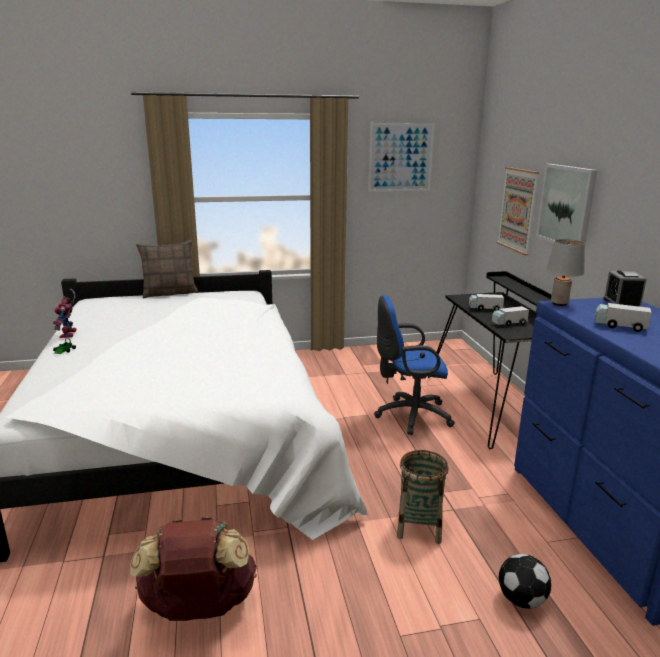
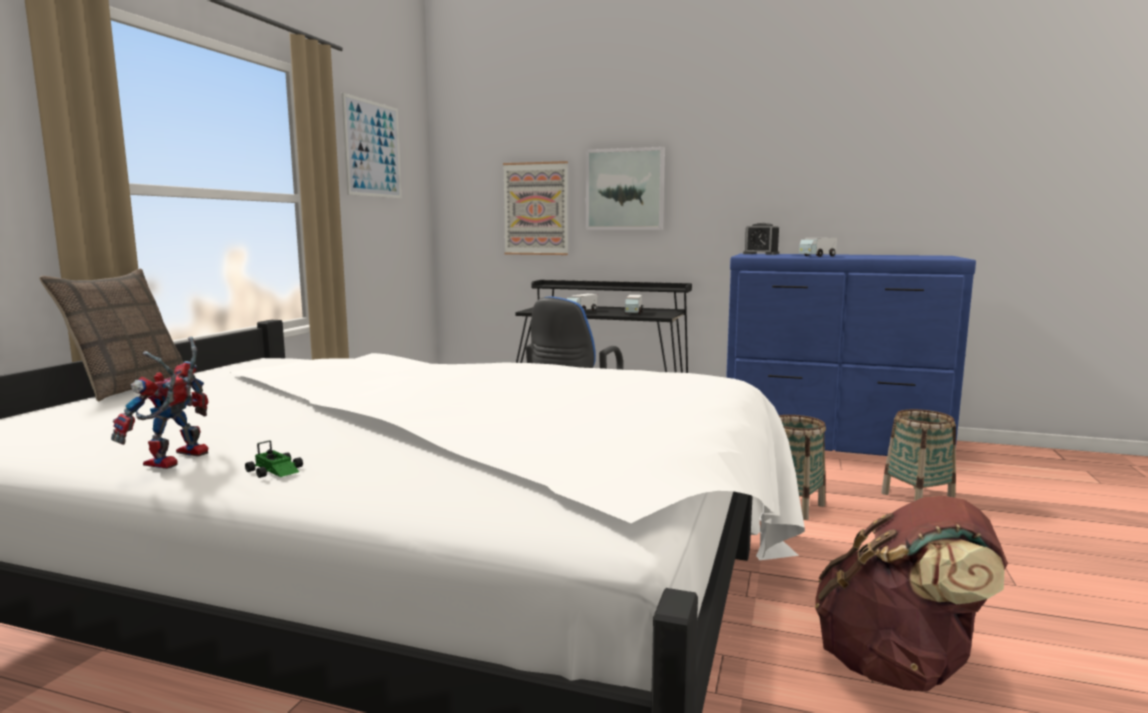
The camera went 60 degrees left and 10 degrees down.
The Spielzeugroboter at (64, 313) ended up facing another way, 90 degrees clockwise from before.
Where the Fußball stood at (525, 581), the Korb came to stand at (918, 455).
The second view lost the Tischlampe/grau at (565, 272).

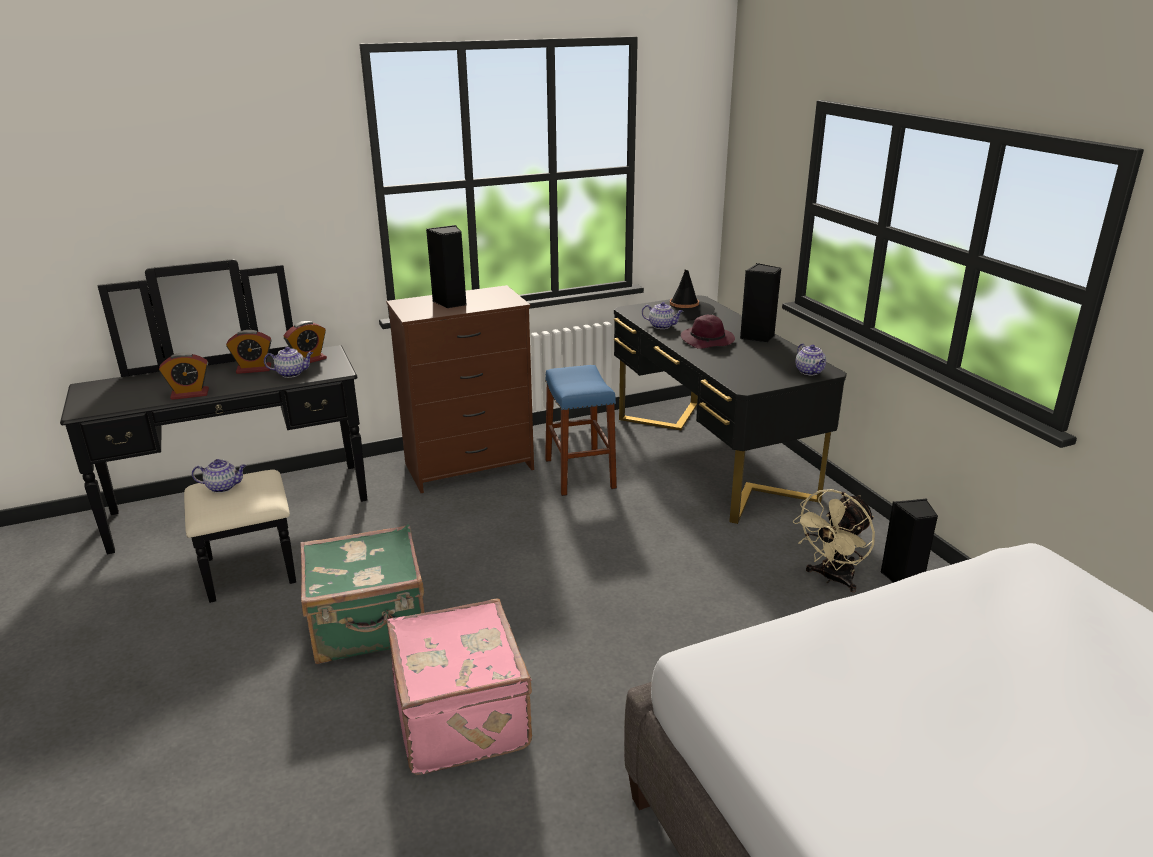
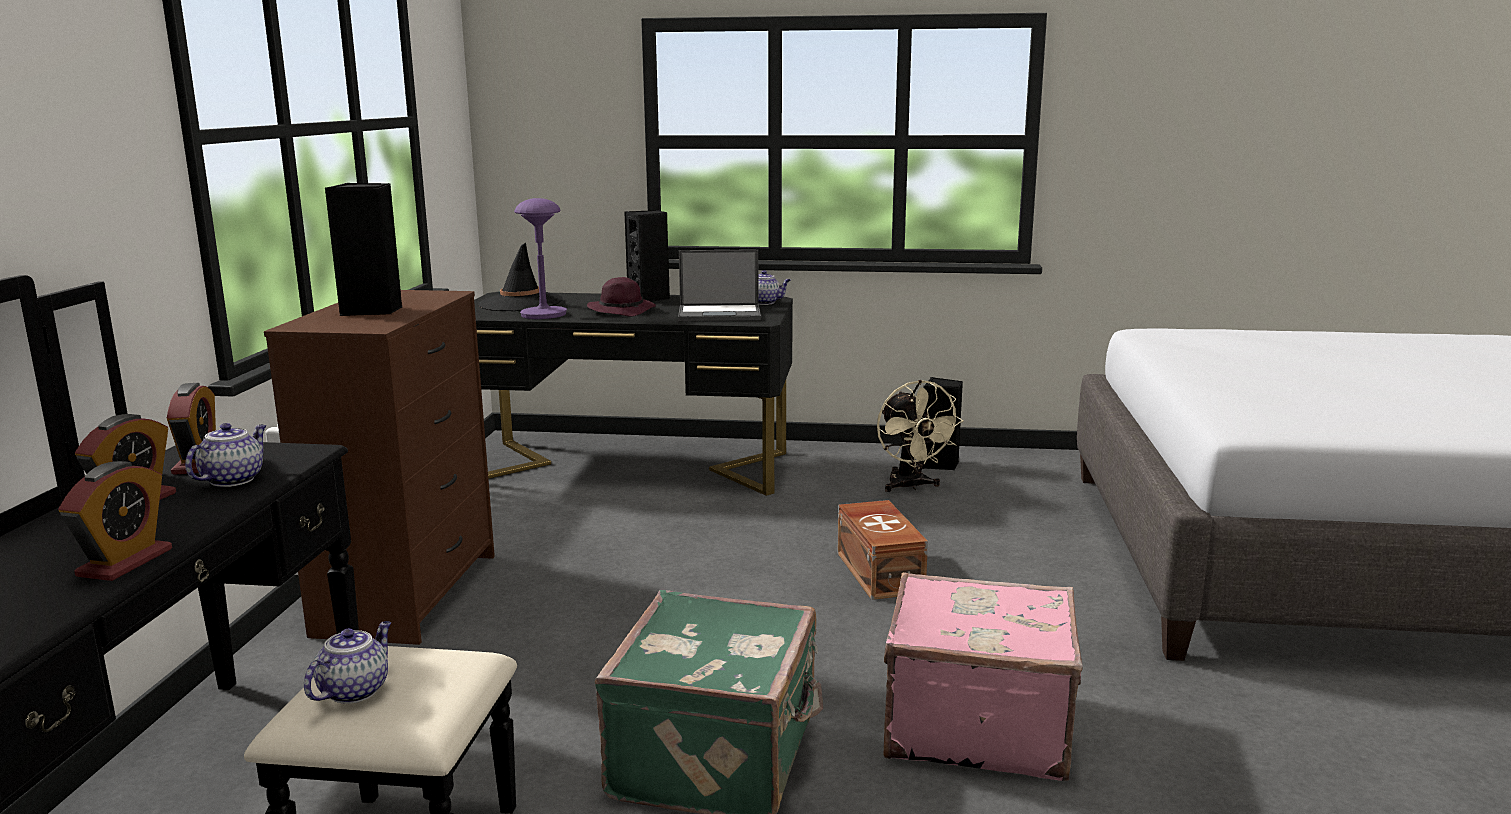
The camera went 60 degrees left and 10 degrees down.
The second view lost the Hocker/blau at (581, 430).
Where the Teekanne stood at (662, 315), the Tischlampe/lila came to stand at (540, 258).
The second view gained the Laptop at (719, 285).
The second view gained the Aufbewahrungsbox/braun at (882, 550).

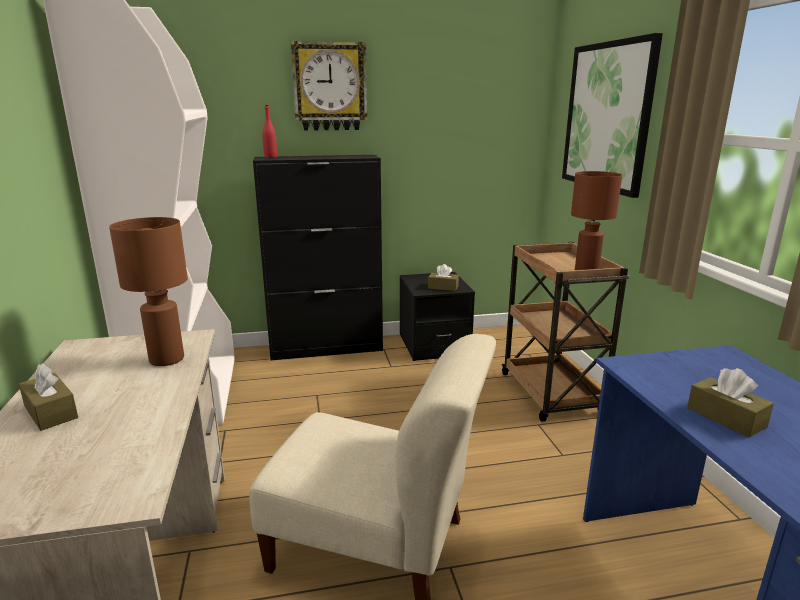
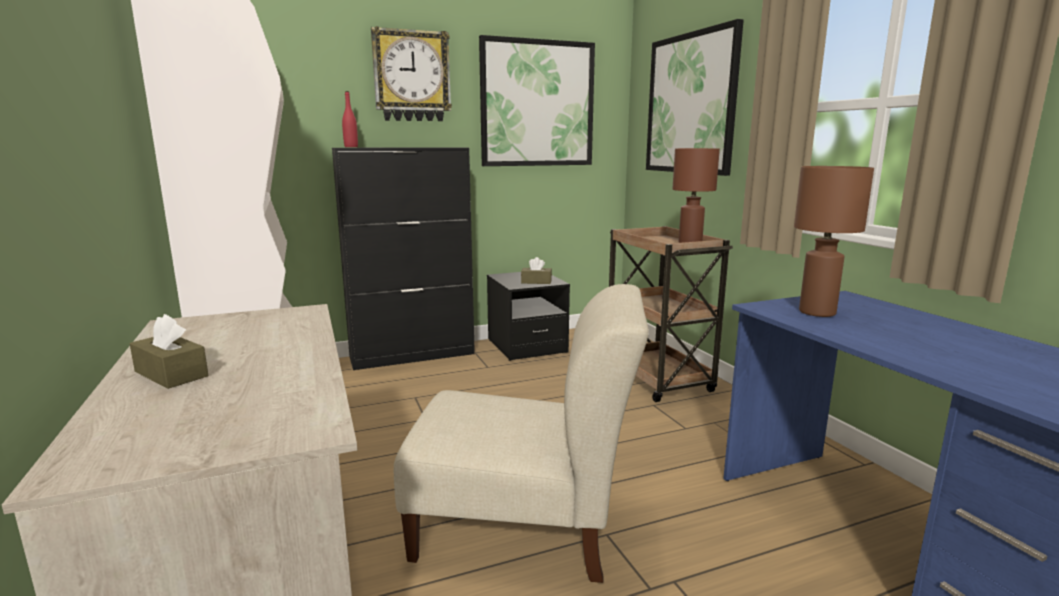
The camera went 10 degrees left and 5 degrees down.
The Tischlampe/braun ended up elsewhere, having gone from (148, 291) to (834, 241).
The second view lost the Taschentuchbox/braun at (730, 402).
The second view gained the Bild at (537, 100).

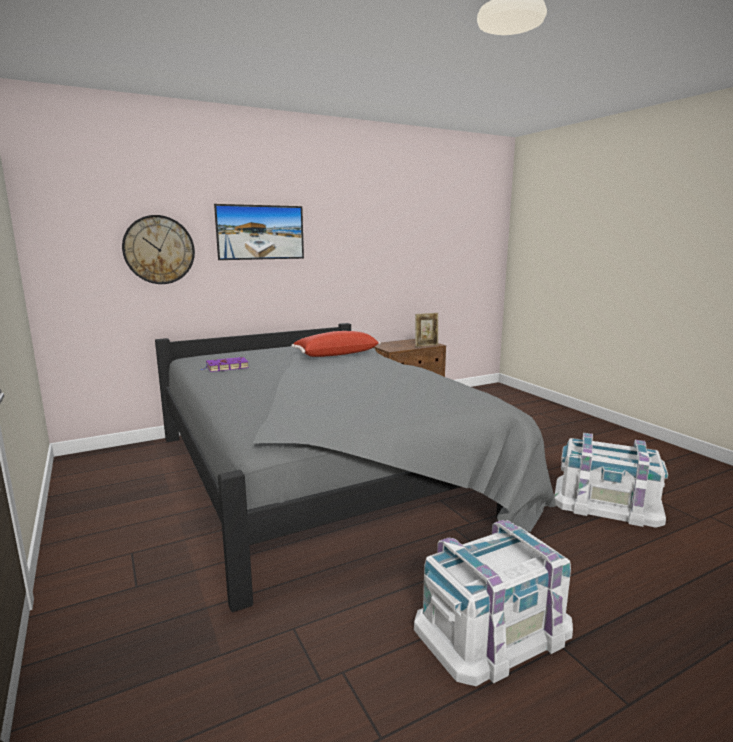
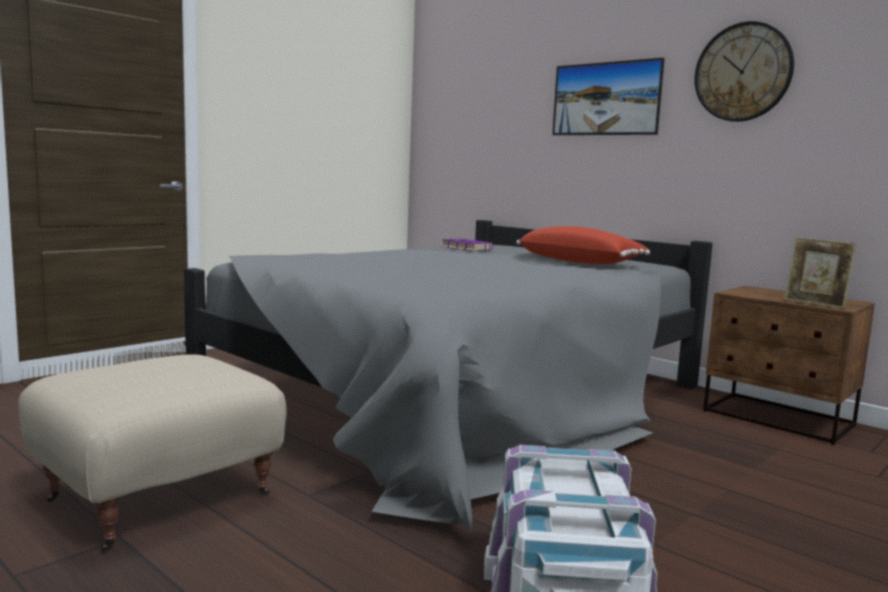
The camera went 70 degrees right and 5 degrees down.
The Wanduhr ended up elsewhere, having gone from (158, 249) to (744, 71).
Where the Aufbewahrungsbox/weiß stood at (493, 603), the Polsterhocker/beige came to stand at (152, 453).

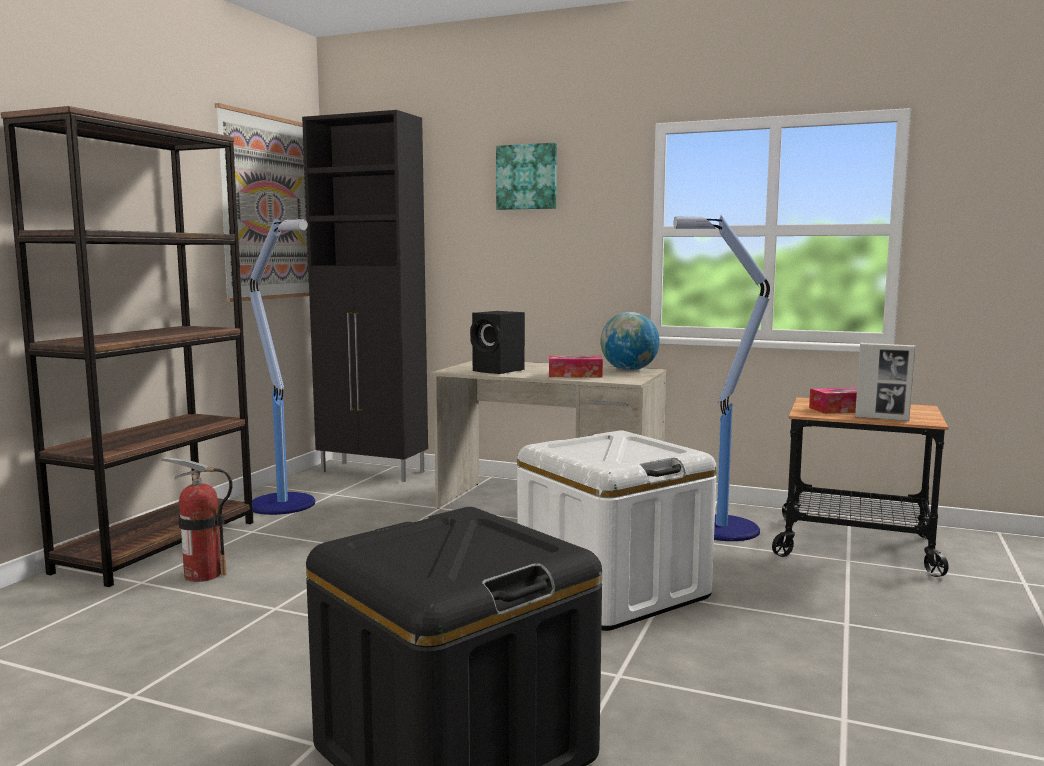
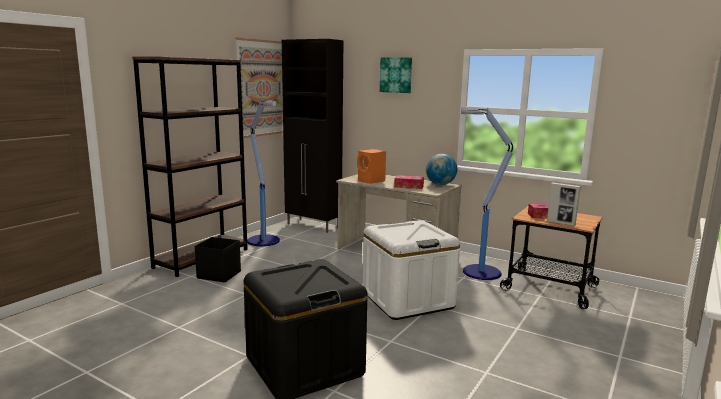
The camera went 10 degrees right and 5 degrees up.
Where the Feuerlöscher stood at (197, 519), the Aufbewahrungsbox/schwarz came to stand at (218, 259).
What was the Lautsprecher/schwarz at (497, 342) turned into the Lautsprecher/orange at (371, 166).

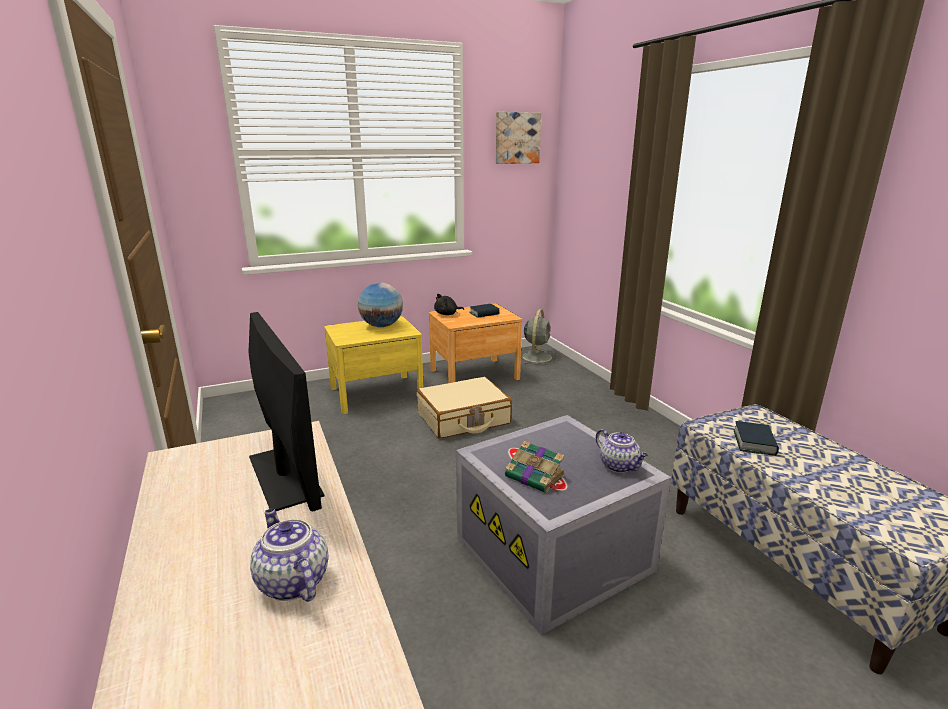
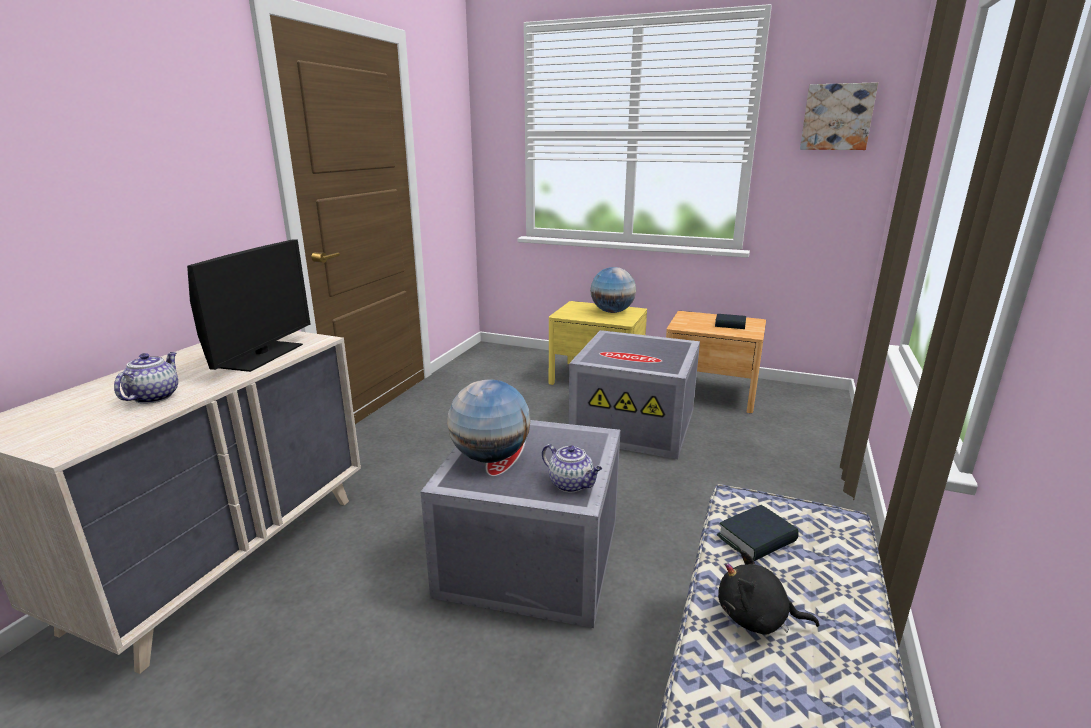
The camera went 45 degrees right and 0 degrees up.
Where the Koffer/beige stood at (464, 408), the Aufbewahrungsbox/grau came to stand at (634, 394).
The Plüschtier/schwarz ended up elsewhere, having gone from (449, 304) to (768, 592).
Where the Buch stood at (535, 466), the Globus came to stand at (489, 421).
The second view lost the Ventilator/grau at (539, 337).
The Teekanne at (622, 451) ended up facing another way, 60 degrees counterclockwise from before.

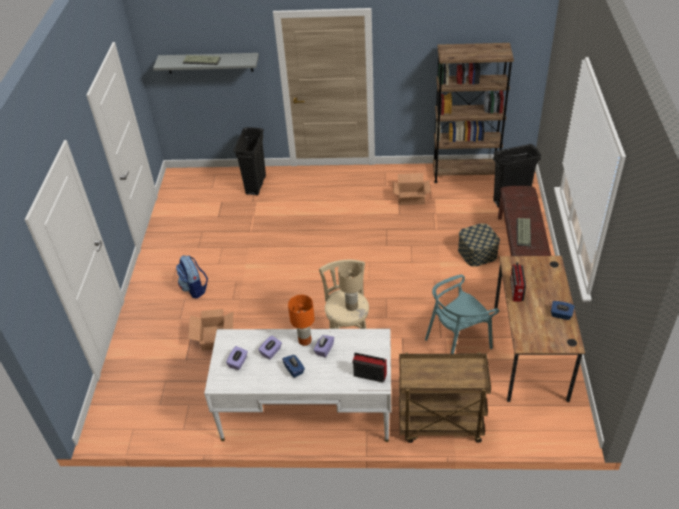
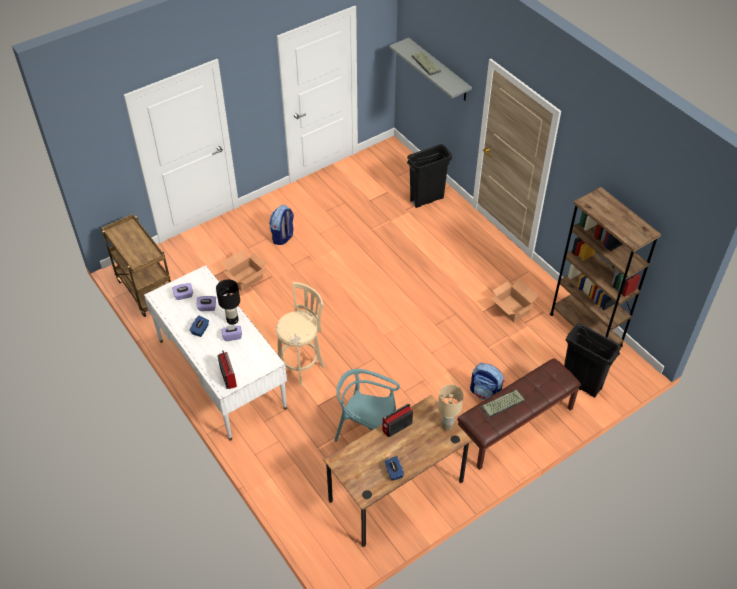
The camera went 50 degrees right and 5 degrees up.
What was the Tischlampe/orange at (301, 320) turned into the Tischlampe/schwarz at (228, 302).
The Tischlampe/beige ended up elsewhere, having gone from (350, 286) to (450, 407).
The Rollwagen/braun ended up elsewhere, having gone from (445, 397) to (136, 265).
Where the Aufbewahrungsbox stood at (479, 245), the Rucksack came to stand at (487, 381).

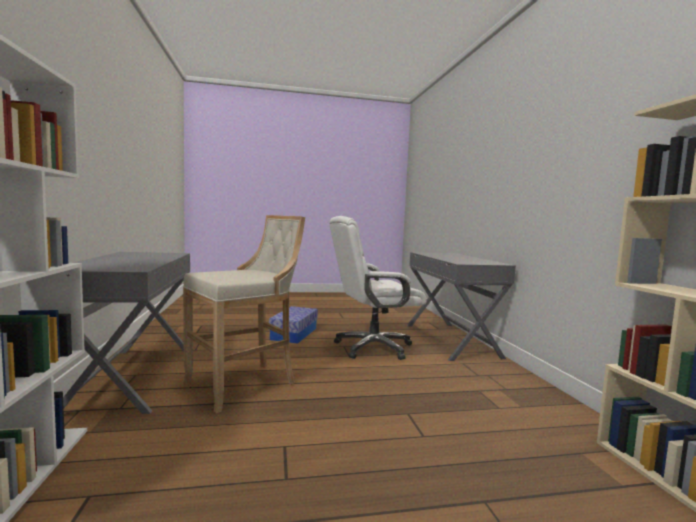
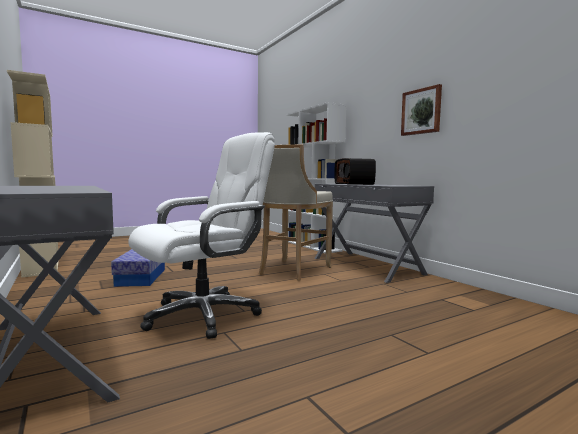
The camera went 160 degrees right and 0 degrees up.
The Aufbewahrungsbox ended up elsewhere, having gone from (293, 325) to (138, 268).
The second view gained the Radio at (355, 171).
The second view gained the Bild at (421, 110).

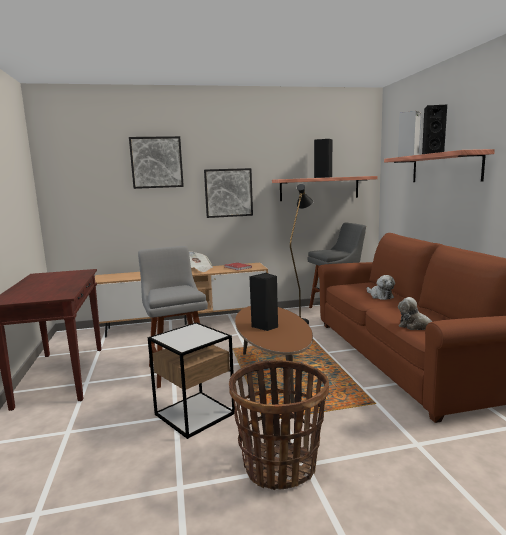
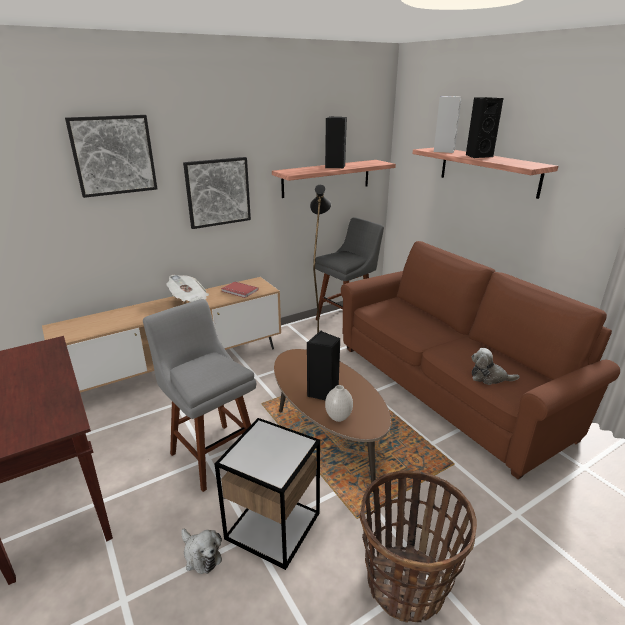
The camera went 20 degrees left and 15 degrees up.
The Plüschtier ended up elsewhere, having gone from (381, 287) to (201, 551).
The second view gained the Vase/weiß at (339, 403).

